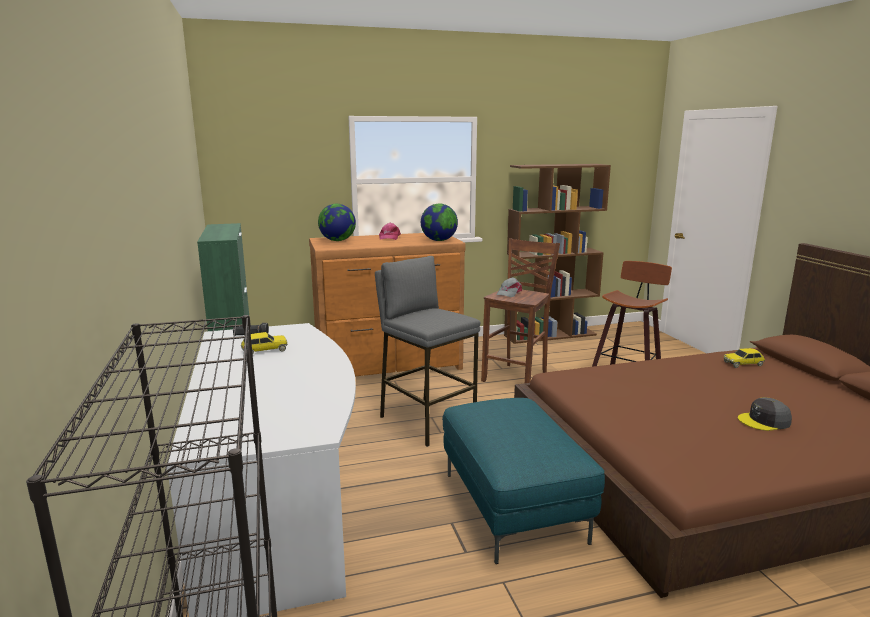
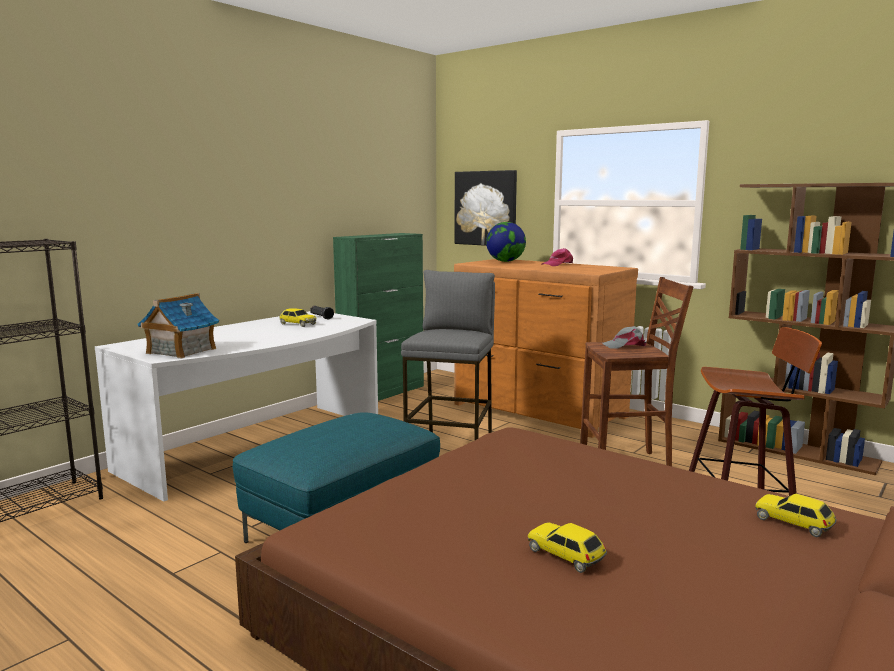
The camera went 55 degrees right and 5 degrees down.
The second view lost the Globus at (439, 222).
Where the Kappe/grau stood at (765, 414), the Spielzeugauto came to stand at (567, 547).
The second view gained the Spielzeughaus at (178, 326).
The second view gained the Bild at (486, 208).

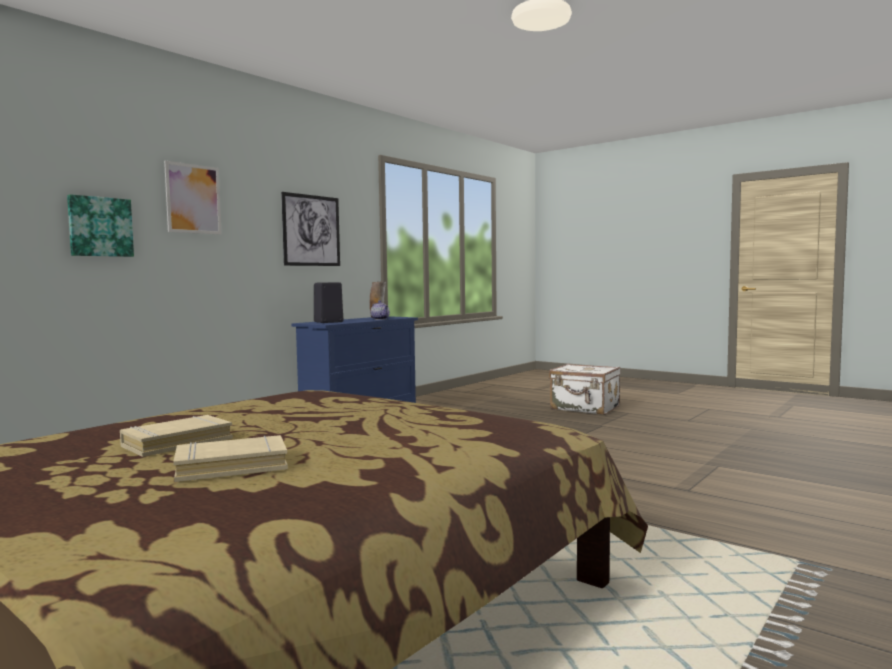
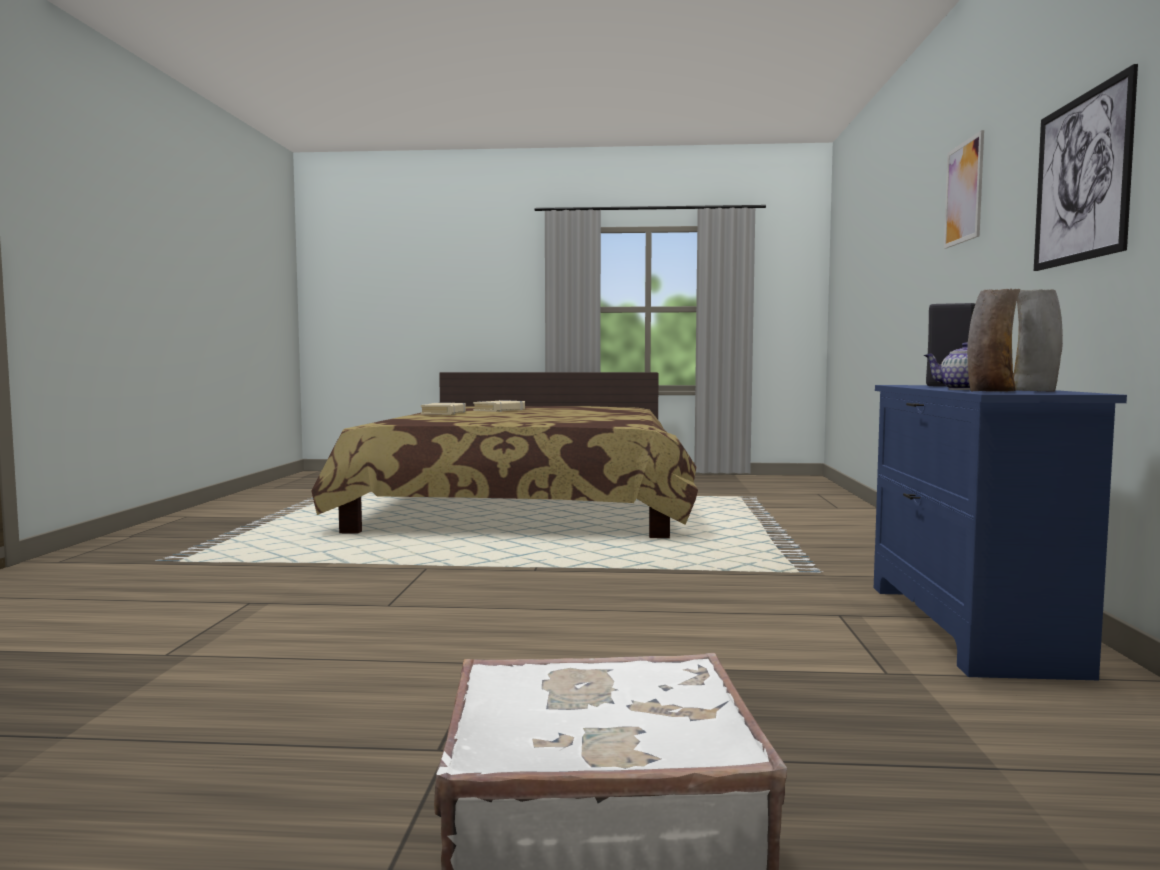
The camera went 145 degrees right and 0 degrees up.
The second view lost the Bild at (100, 225).
The Buch/beige ended up elsewhere, having gone from (176, 436) to (443, 409).
The second view gained the Vase at (993, 340).

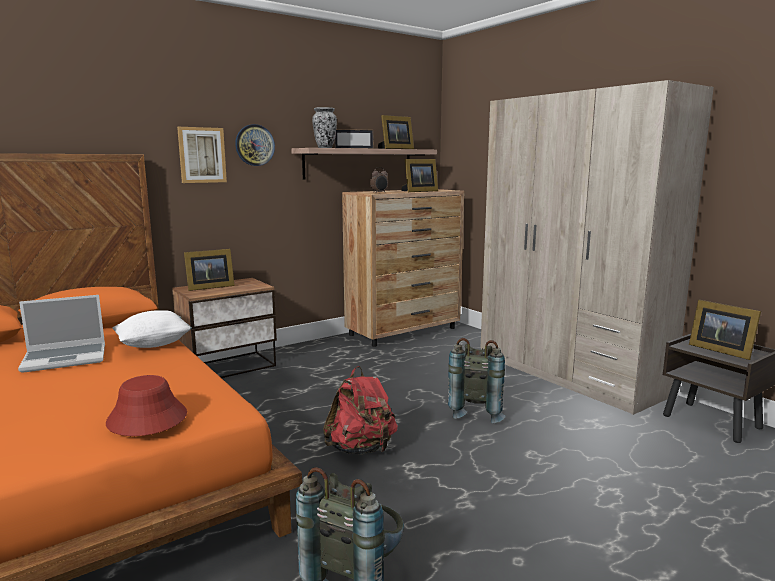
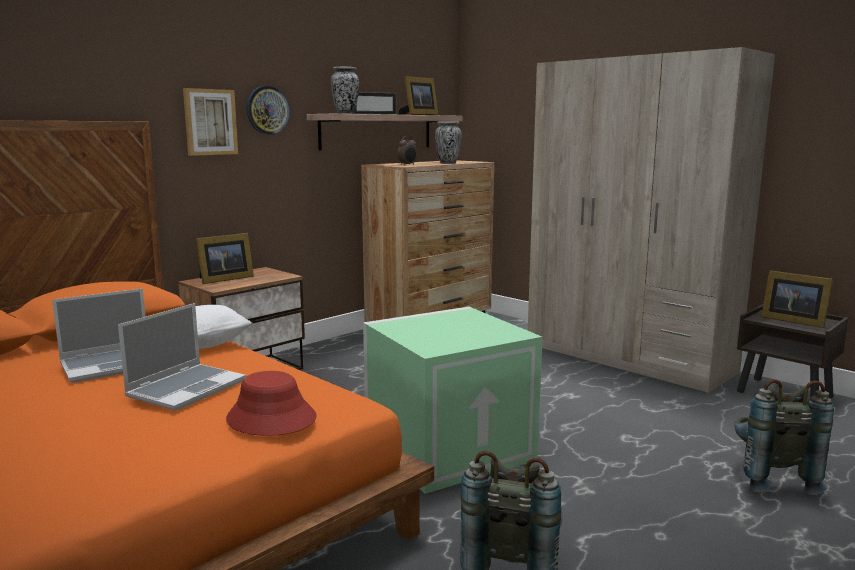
The camera went 10 degrees left and 0 degrees up.
Where the Rucksack/rot stood at (360, 410), the Aufbewahrungsbox/grün came to stand at (452, 400).
Where the Bilderrahmen stood at (420, 175), the Vase came to stand at (448, 143).
The Rucksack/grau ended up elsewhere, having gone from (476, 380) to (784, 437).
The second view gained the Laptop at (182, 357).

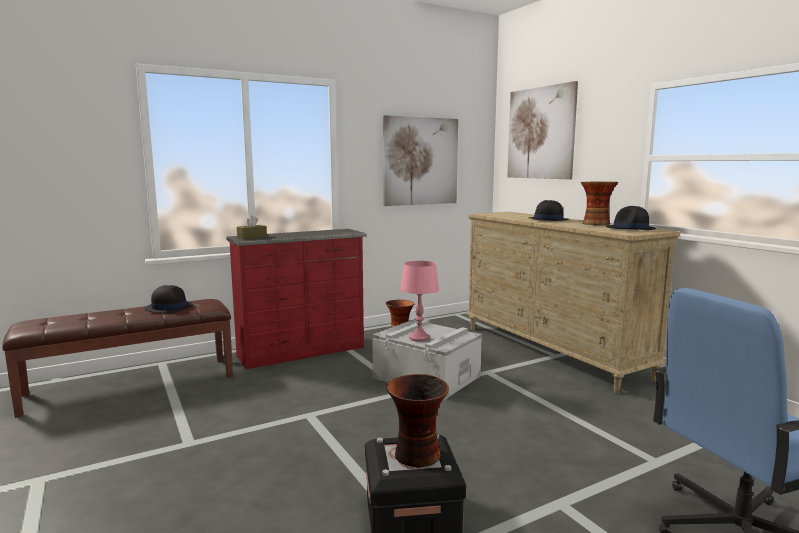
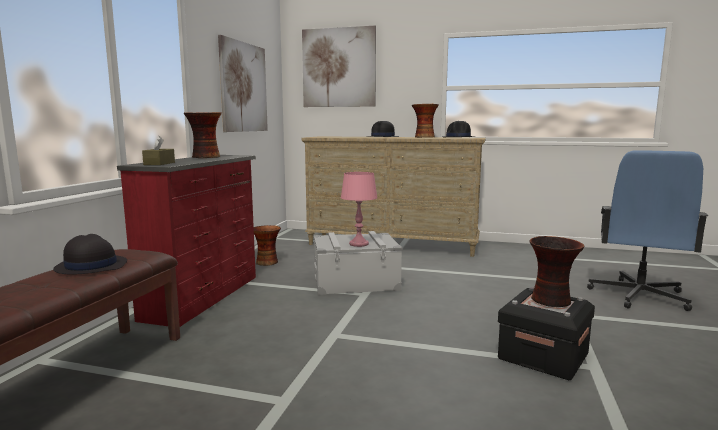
The camera went 45 degrees left and 0 degrees up.
The second view gained the Vase at (203, 135).

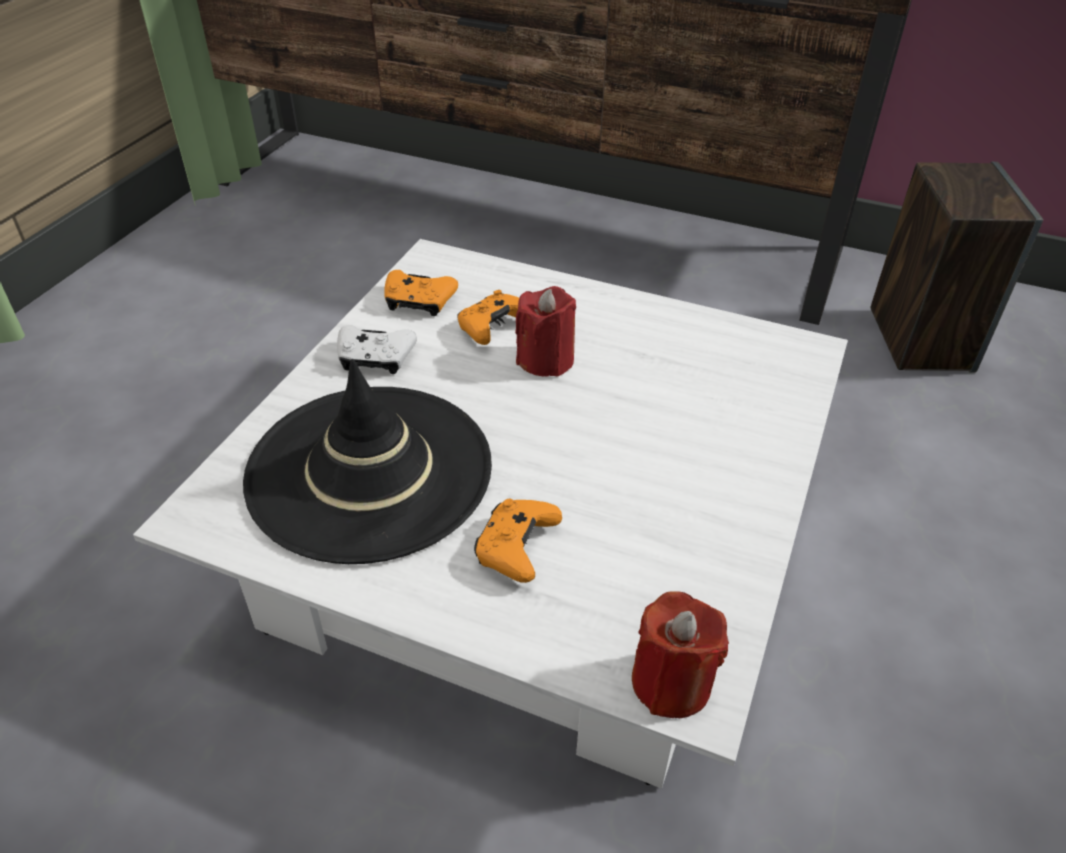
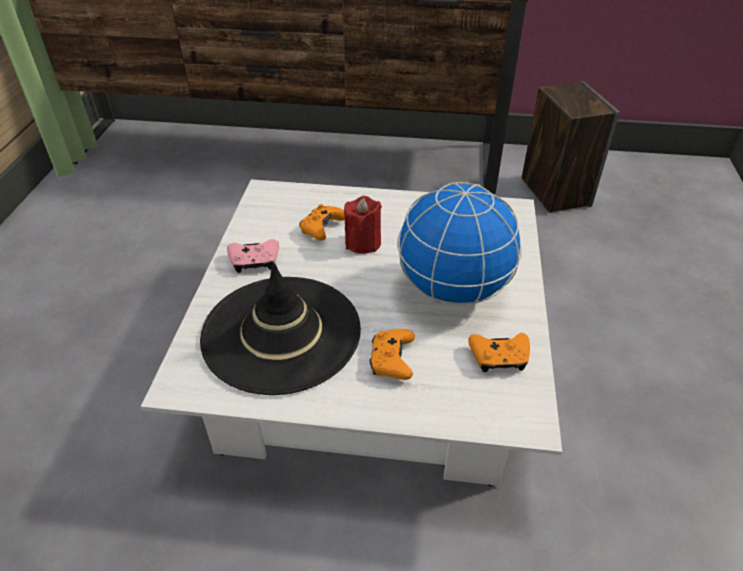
The camera went 15 degrees left and 0 degrees up.
What was the Gamepad/weiß at (377, 349) turned into the Gamepad/rosa at (253, 256).
The Gamepad/orange ended up elsewhere, having gone from (421, 293) to (499, 352).
The second view lost the Kerze/rot at (680, 654).
The second view gained the Globus at (459, 244).

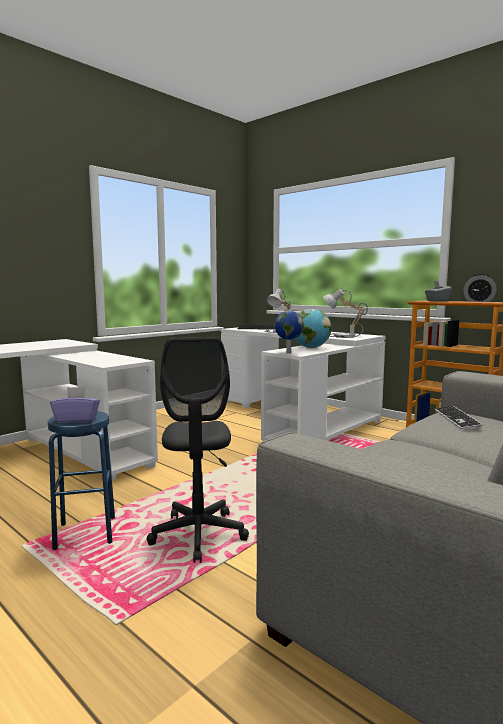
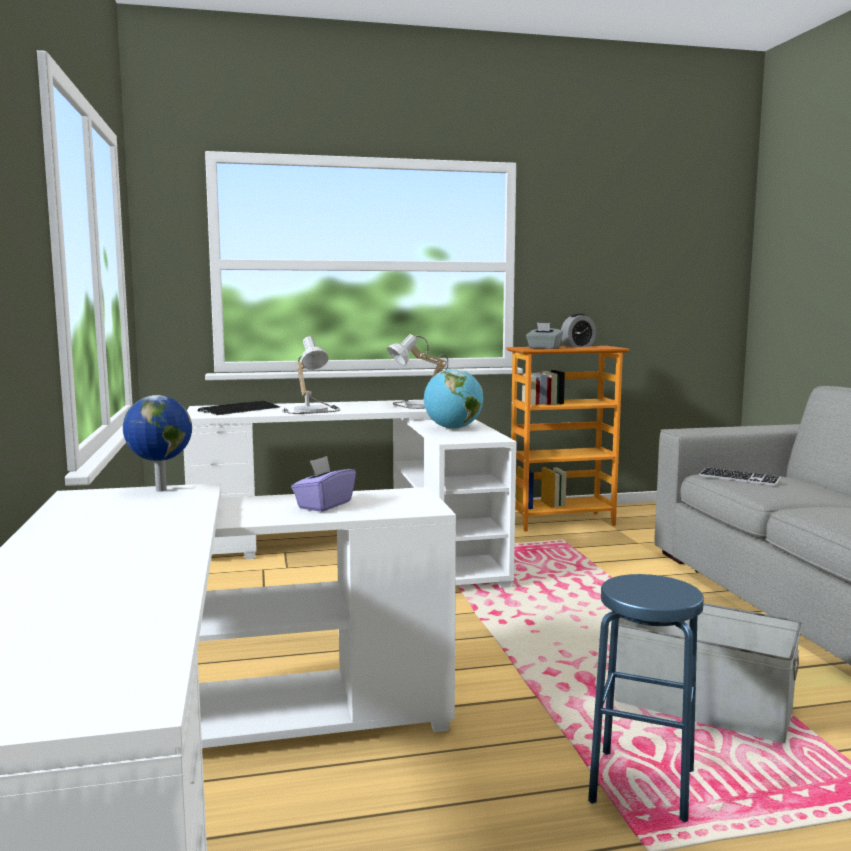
The camera went 55 degrees left and 0 degrees up.
The Taschentuchbox/lila ended up elsewhere, having gone from (75, 405) to (323, 484).
Where the Bürostuhl/grau stood at (198, 450), the Aufbewahrungsbox/grau came to stand at (708, 673).
The Globus ended up elsewhere, having gone from (289, 332) to (157, 443).

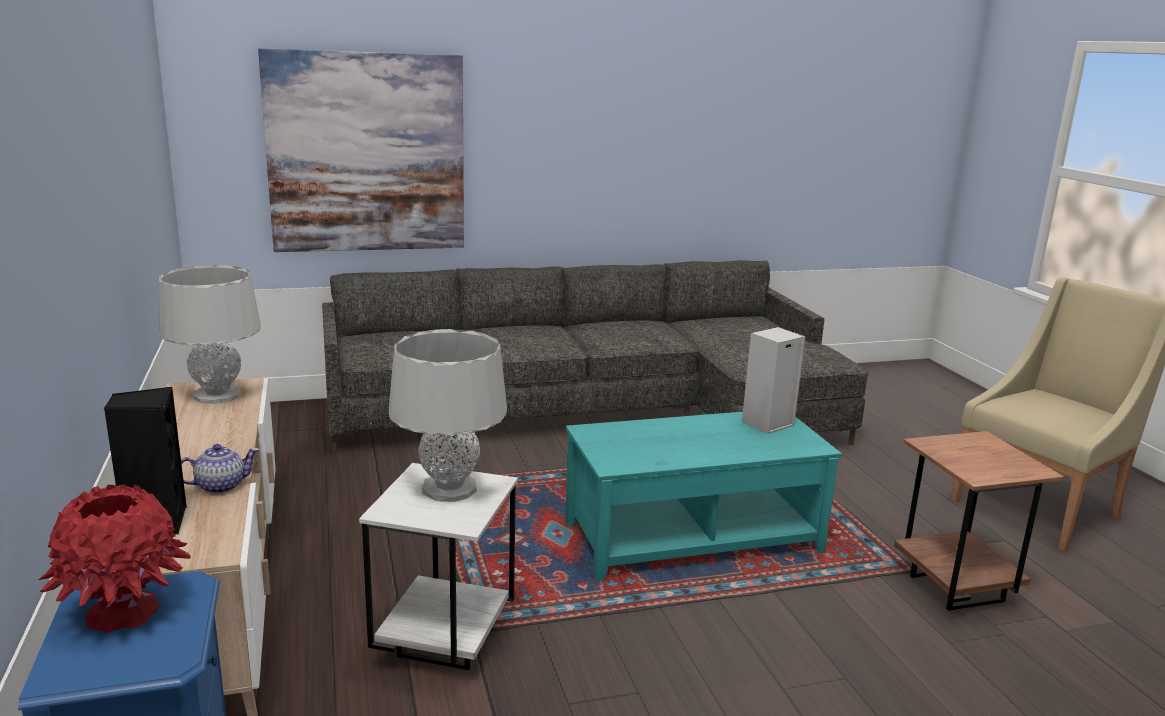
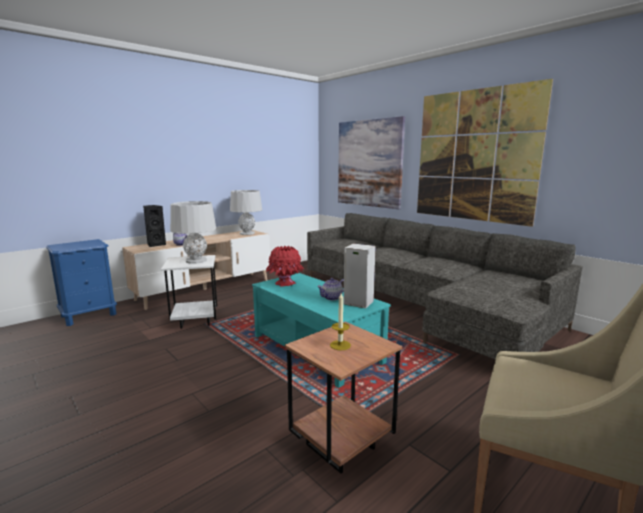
The camera went 65 degrees right and 5 degrees down.
The Vase/rot ended up elsewhere, having gone from (115, 558) to (285, 266).
The second view gained the Teekanne at (330, 289).
The second view gained the Kerze at (340, 321).
The second view gained the Bild at (485, 153).

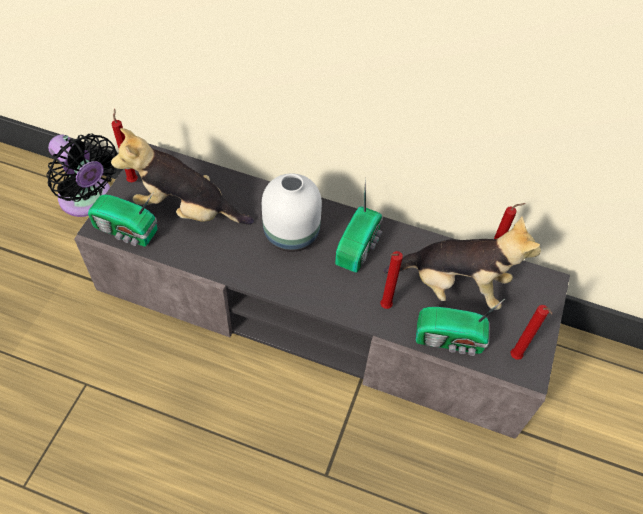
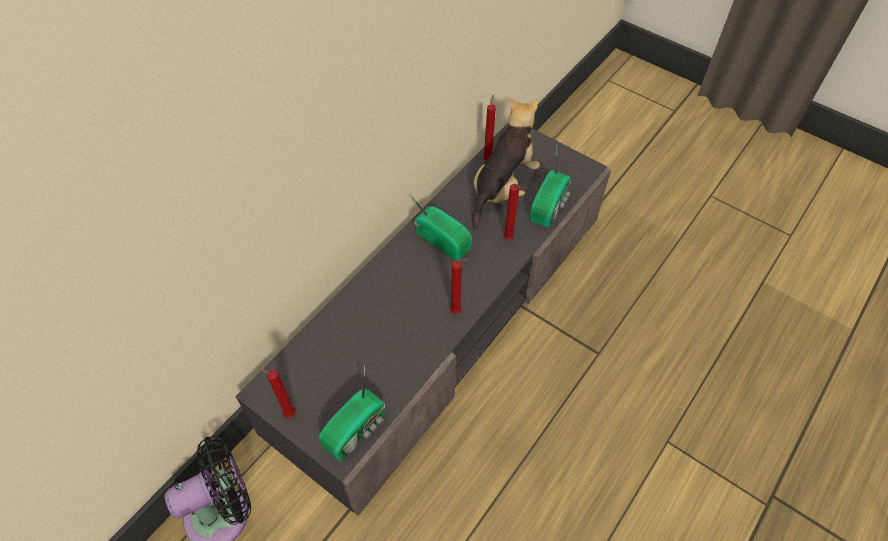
The camera went 70 degrees left and 0 degrees up.
The second view lost the Plüschtier at (182, 176).
The second view lost the Vase/weiß at (292, 213).
The Kerze/rot ended up elsewhere, having gone from (531, 332) to (459, 286).

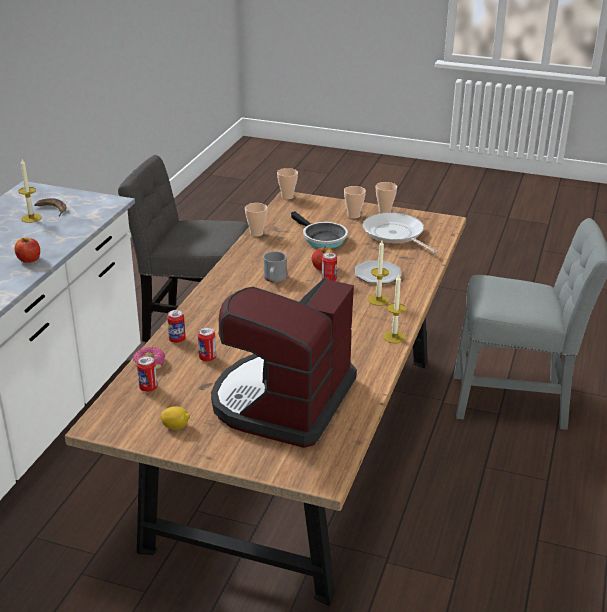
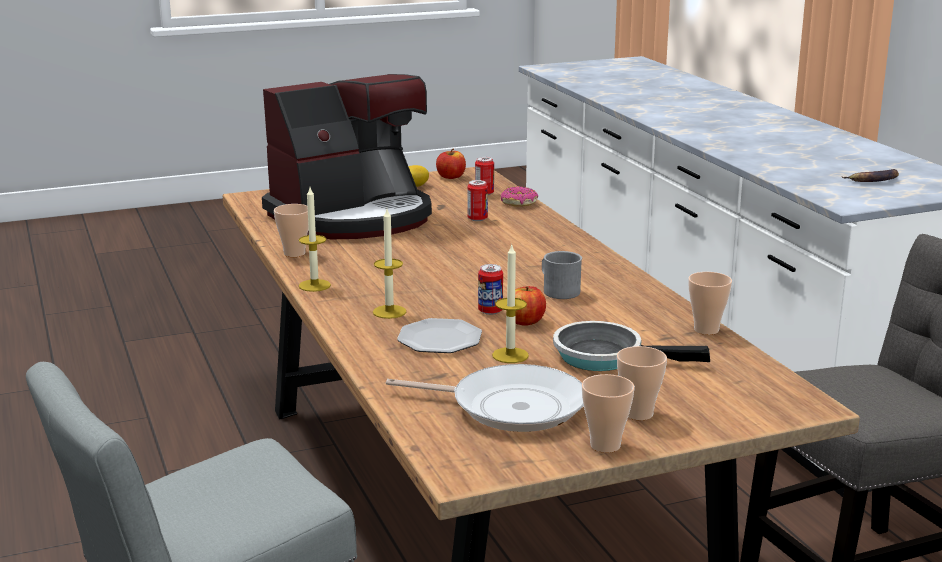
The camera went 140 degrees right and 10 degrees down.
The Apfel ended up elsewhere, having gone from (27, 250) to (451, 163).
The Kerze ended up elsewhere, having gone from (30, 191) to (510, 304).
The second view lost the Dose at (176, 326).
The Kaffeemaschine at (284, 362) ended up facing another way, 75 degrees clockwise from before.
The Tasse ended up elsewhere, having gone from (287, 184) to (291, 230).

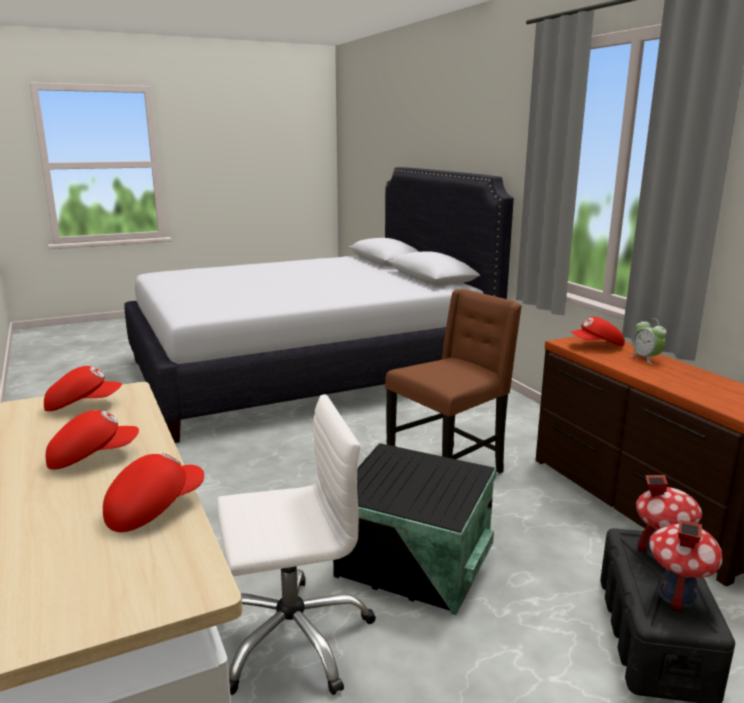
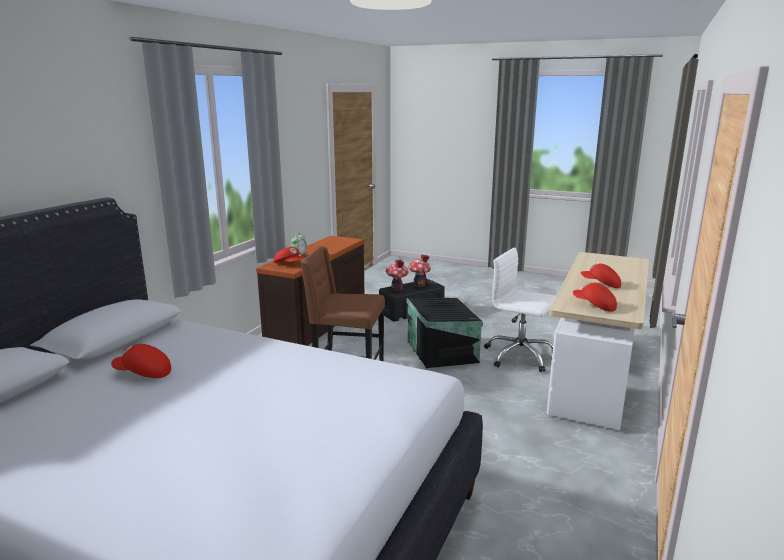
The camera went 130 degrees left and 0 degrees up.
The Kappe/rot ended up elsewhere, having gone from (153, 492) to (141, 361).

